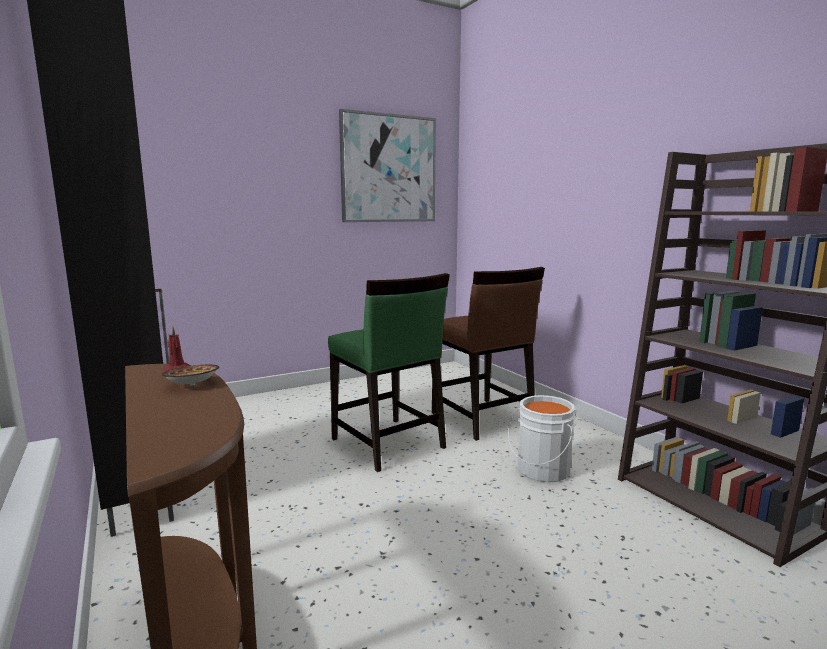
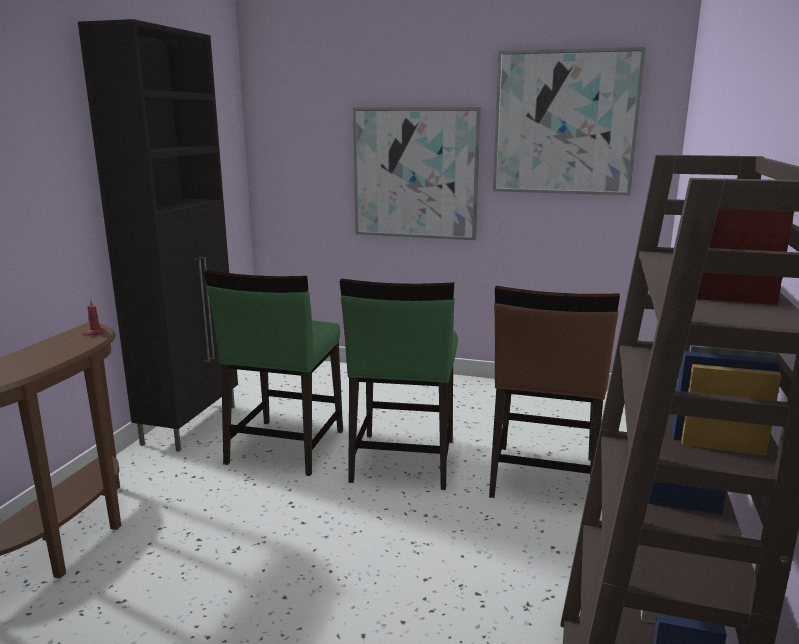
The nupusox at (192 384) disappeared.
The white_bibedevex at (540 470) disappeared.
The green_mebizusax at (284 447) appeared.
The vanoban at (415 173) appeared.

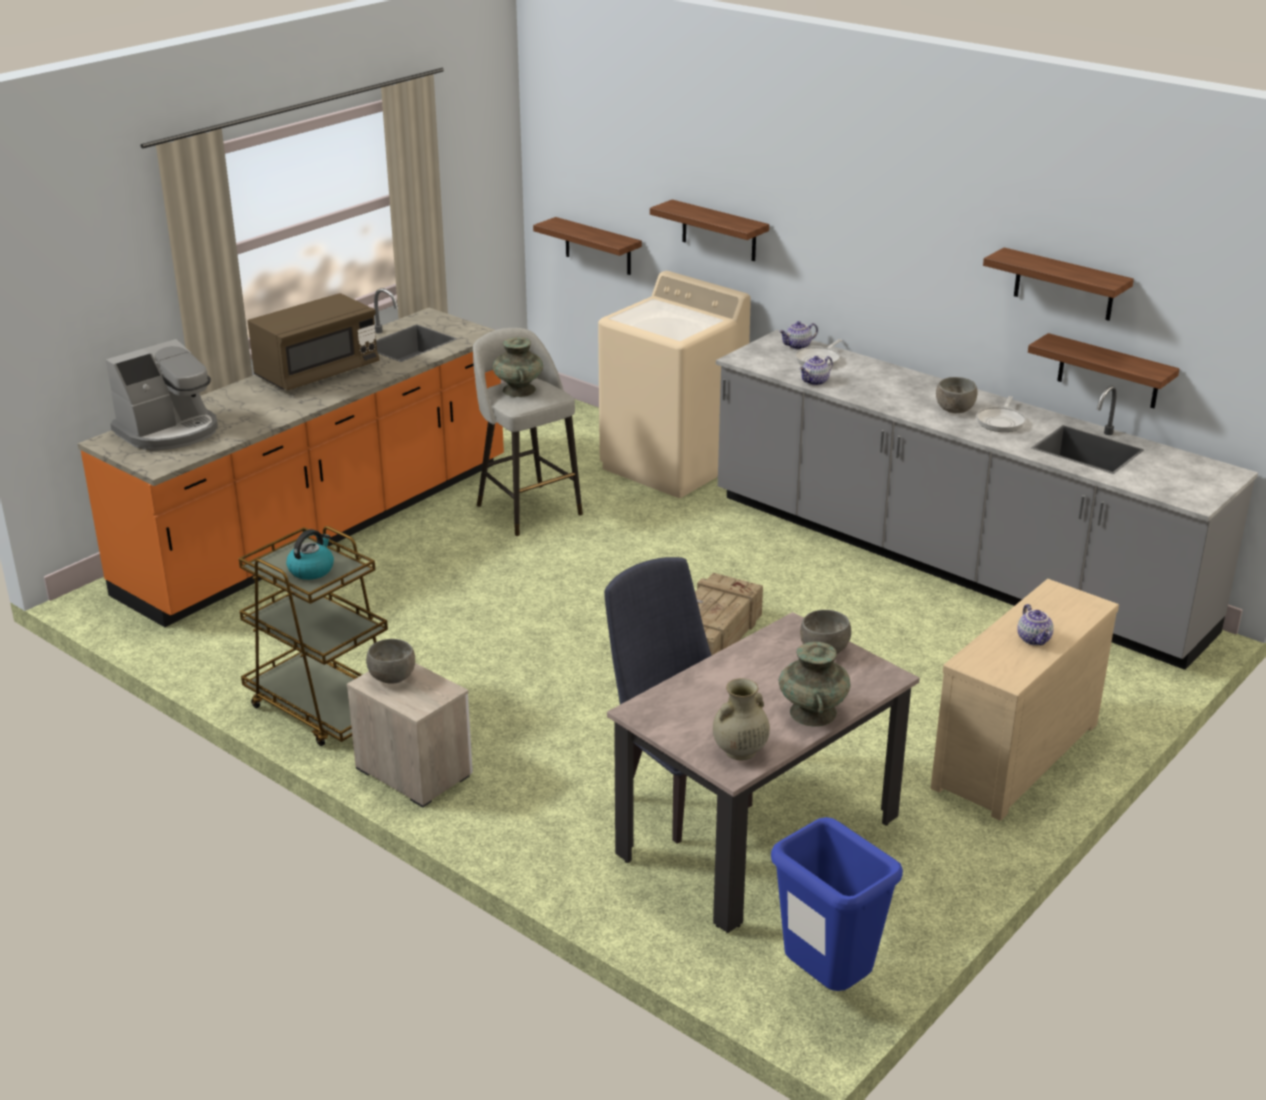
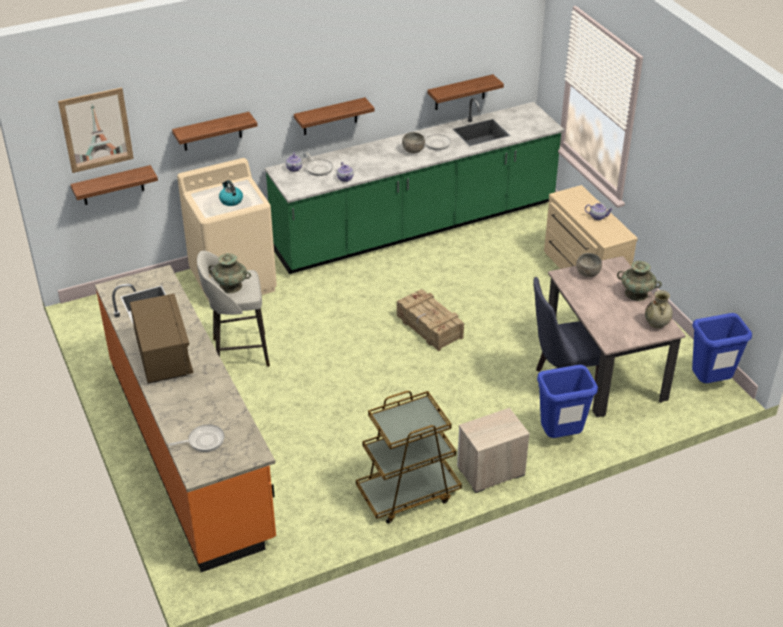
The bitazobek at (169 431) was replaced by the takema at (204 441).
The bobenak moved from (311 570) to (231 200).
The grey_nupusox at (393 678) disappeared.
The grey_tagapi at (950 564) became the green_tagapi at (416 227).
The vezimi moved from (1064 285) to (330 116).
The vanoban at (96 130) appeared.
The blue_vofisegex at (559 437) appeared.

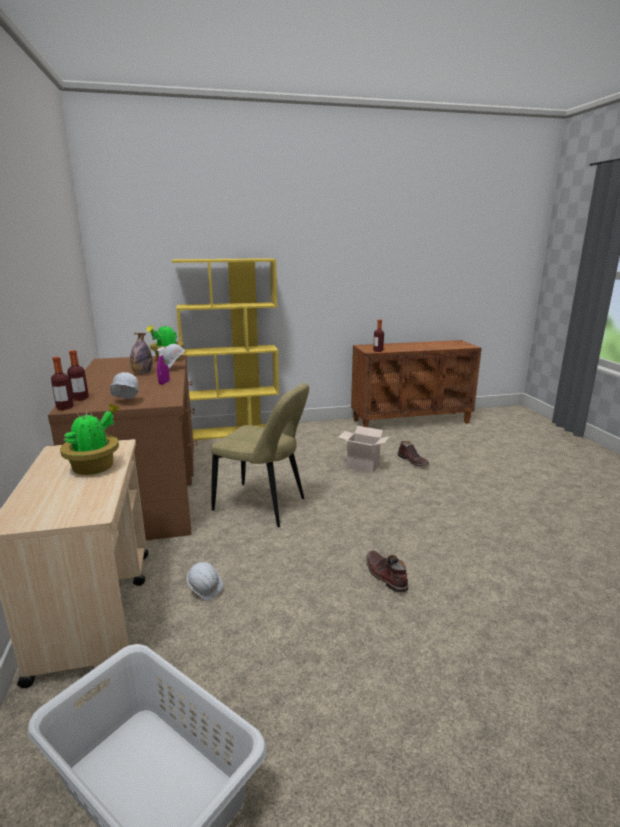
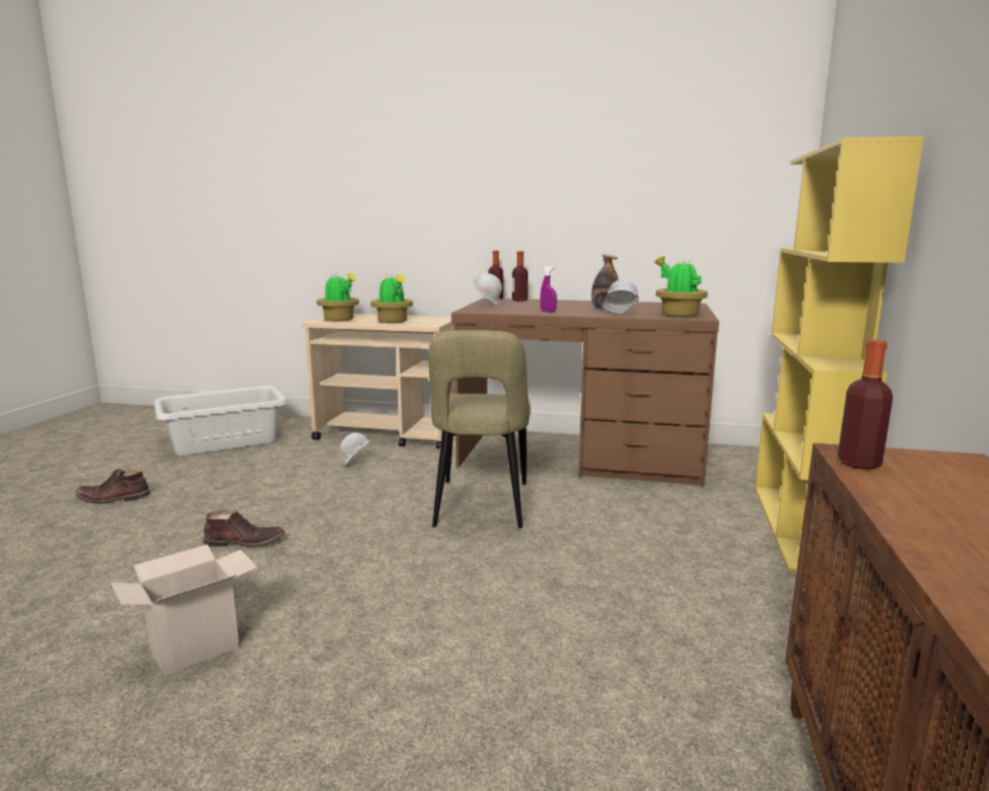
The beige_mebizusax at (263 505) turned 45 degrees counterclockwise.
The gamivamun moved from (361 466) to (197 646).
The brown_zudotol moved from (413 461) to (113 498).
The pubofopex at (340 320) appeared.

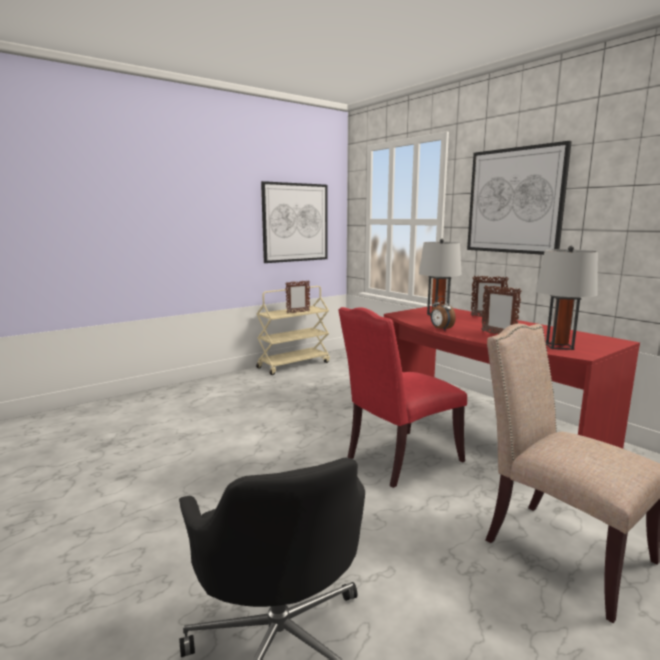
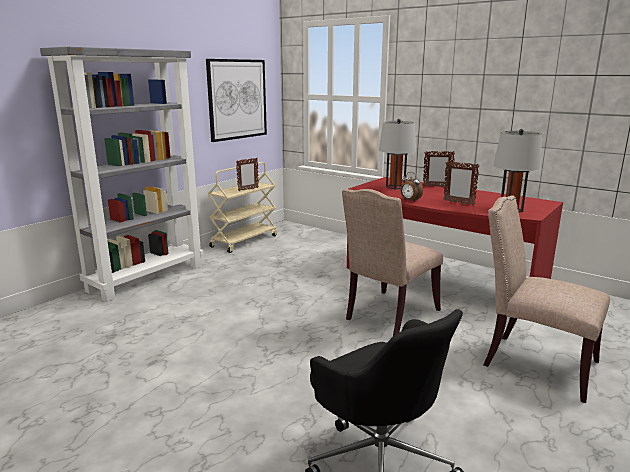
The red_mebizusax at (399 460) became the beige_mebizusax at (389 315).
The vanoban at (515 201) disappeared.
The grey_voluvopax at (147 277) appeared.

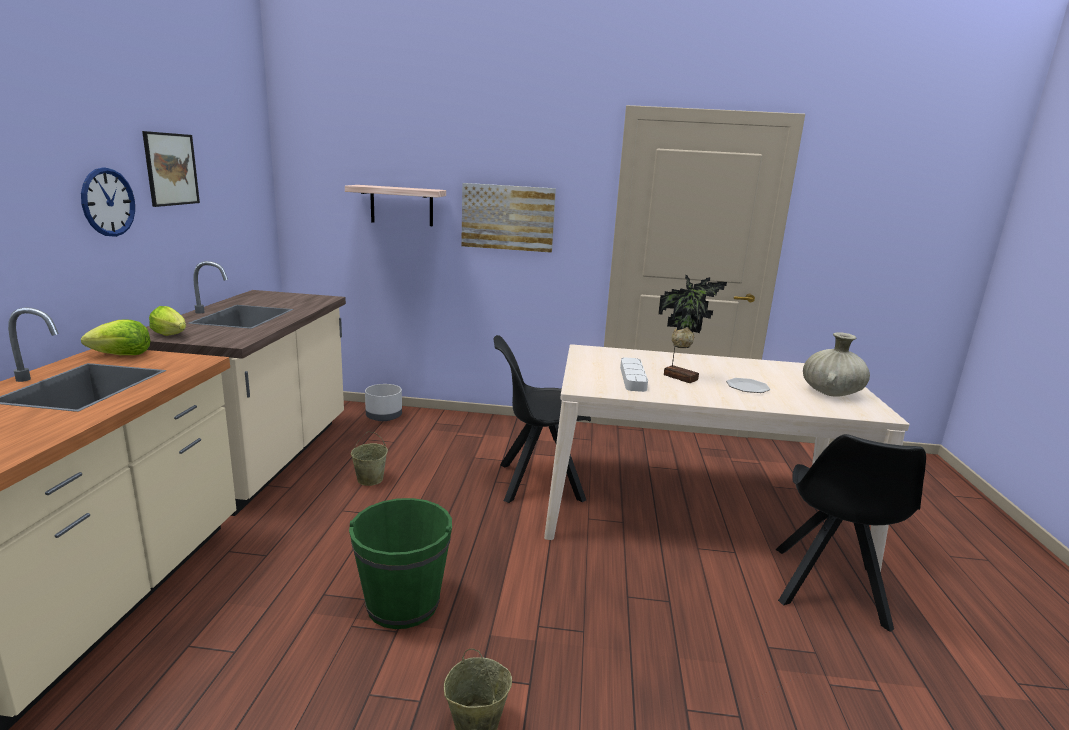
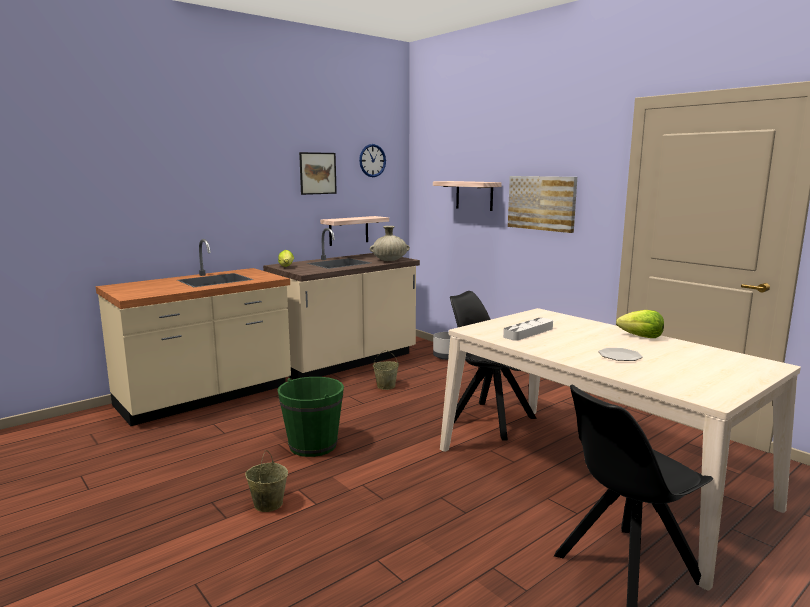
The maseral moved from (108 202) to (372 160).
The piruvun moved from (122 355) to (641 337).
The pubofopex at (681 377) disappeared.
The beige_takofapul moved from (831 393) to (389 260).
The vezimi at (348 230) appeared.

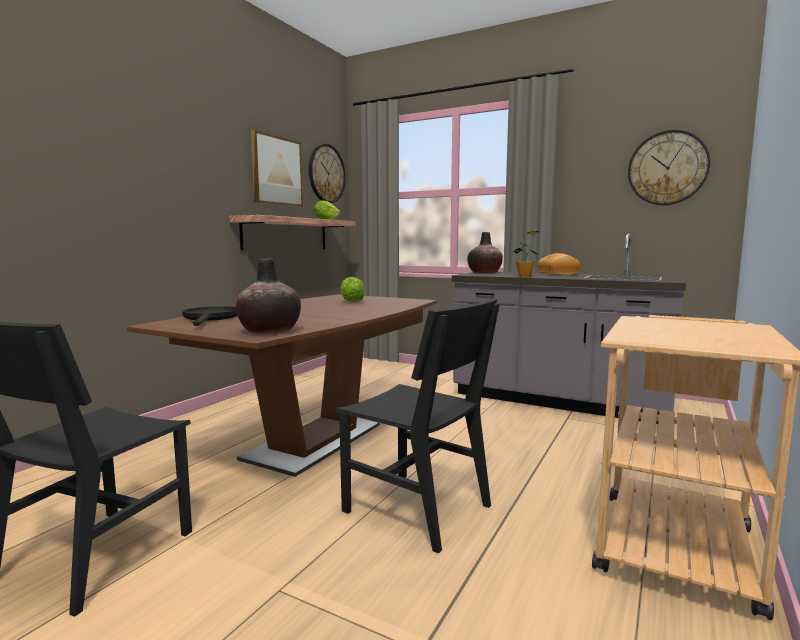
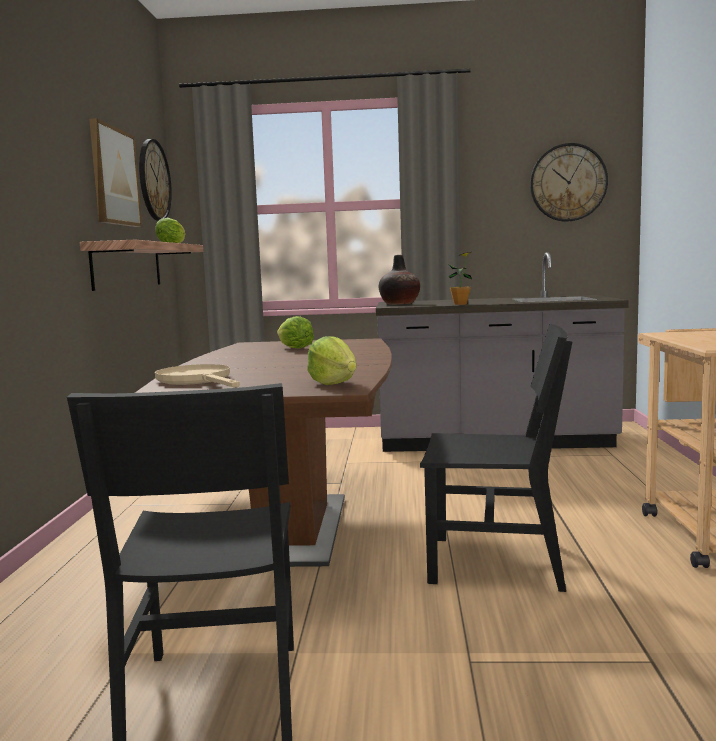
The black_takema at (210 318) became the beige_takema at (198 380).
The takofapul at (269 331) was replaced by the piruvun at (333 383).
The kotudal at (557 274) disappeared.

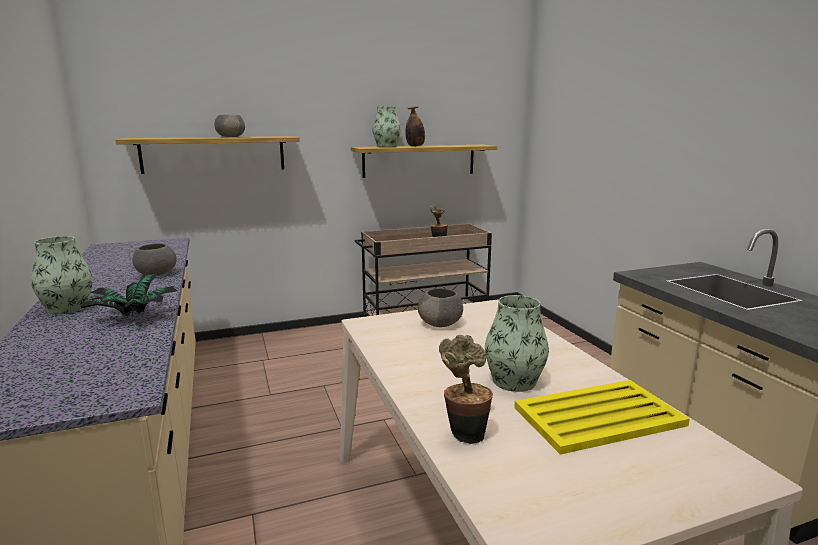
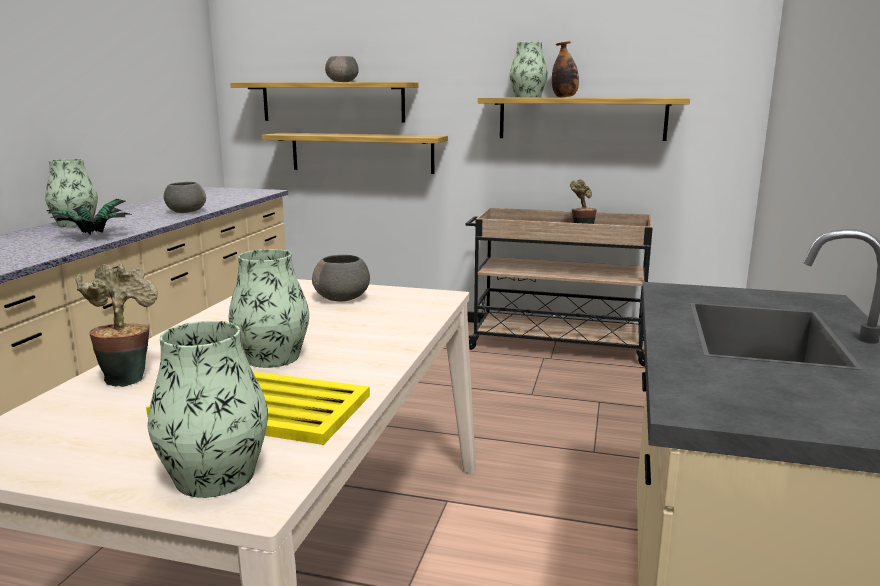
The takofapul at (215 476) appeared.
The vezimi at (362 152) appeared.

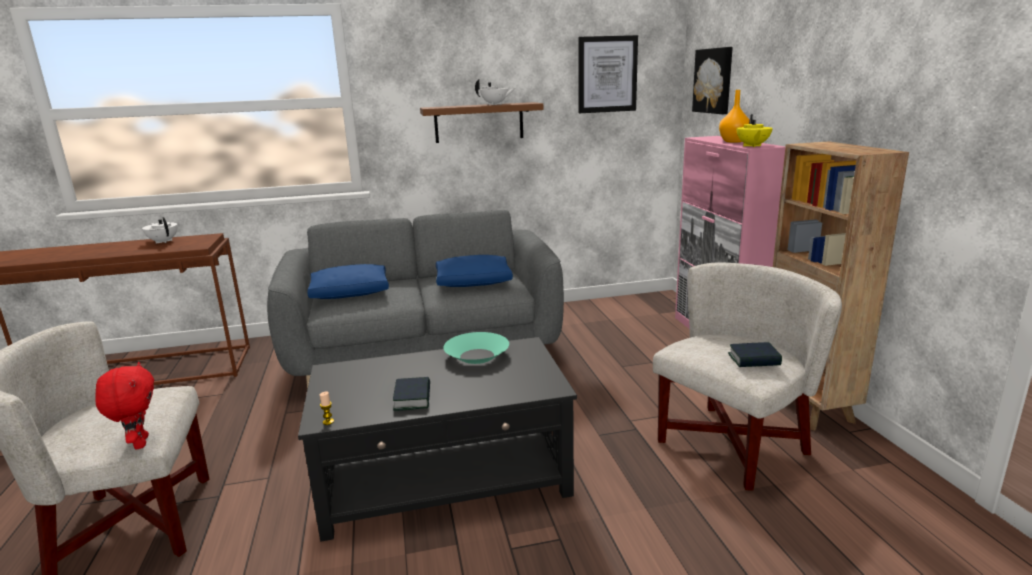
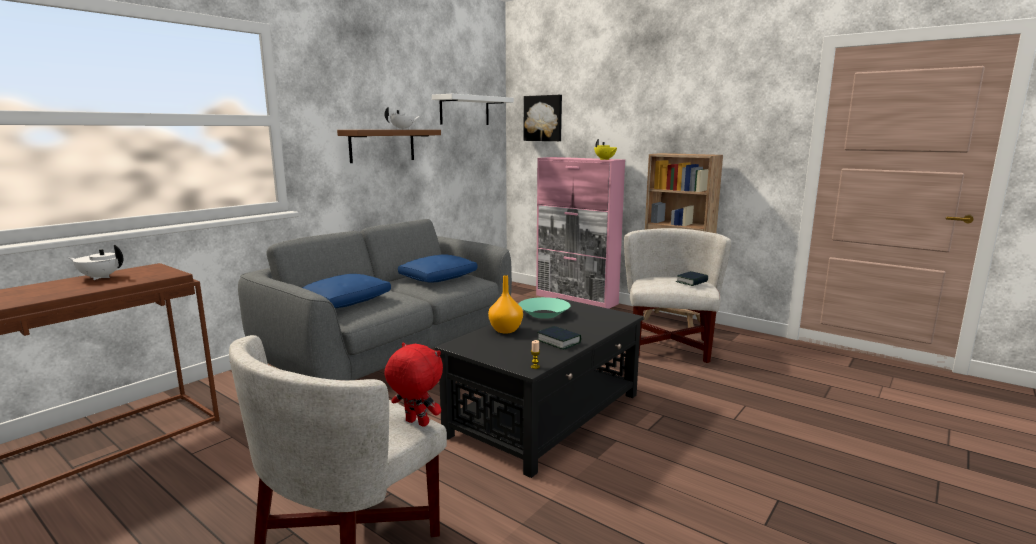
The vanoban at (607 74) was replaced by the white_vezimi at (464 110).
The orange_takofapul moved from (733 141) to (505 330).

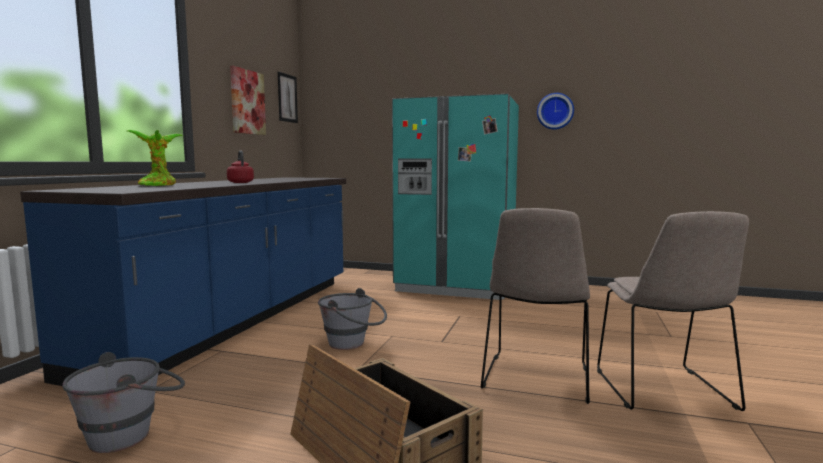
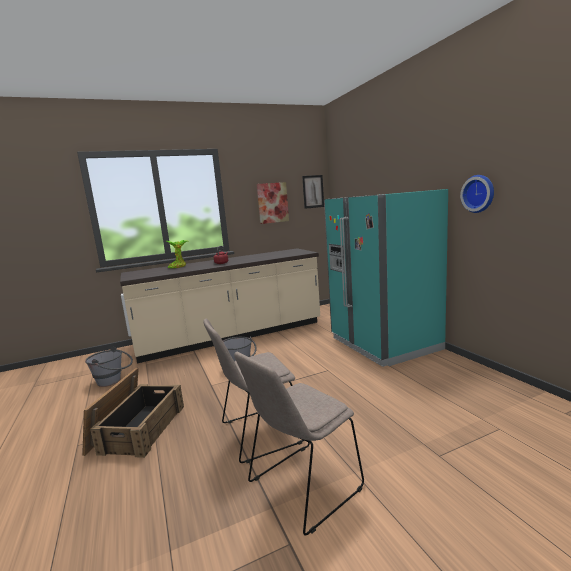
The blue_tagapi at (238 320) became the beige_tagapi at (232 336).

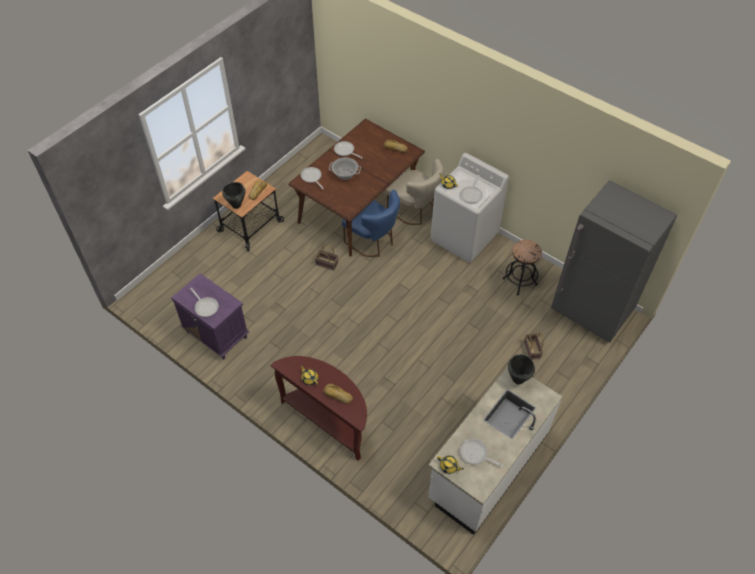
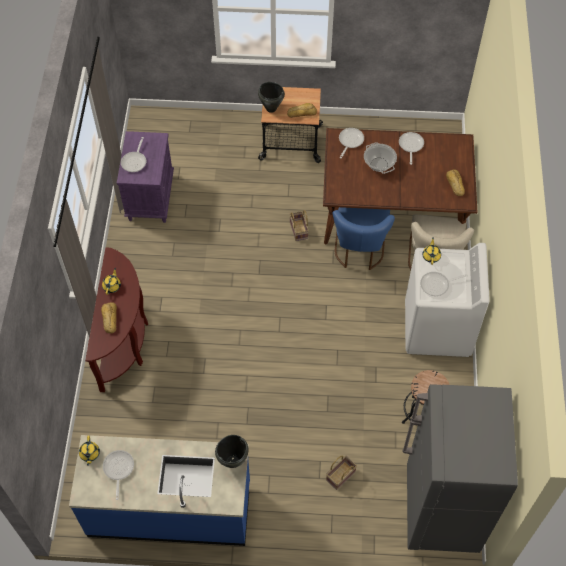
The white_tagapi at (487 466) became the blue_tagapi at (170 508).

